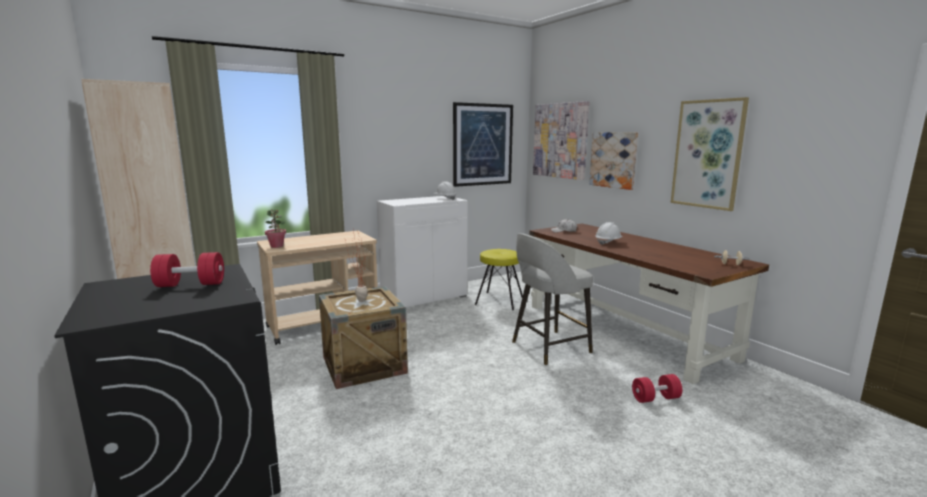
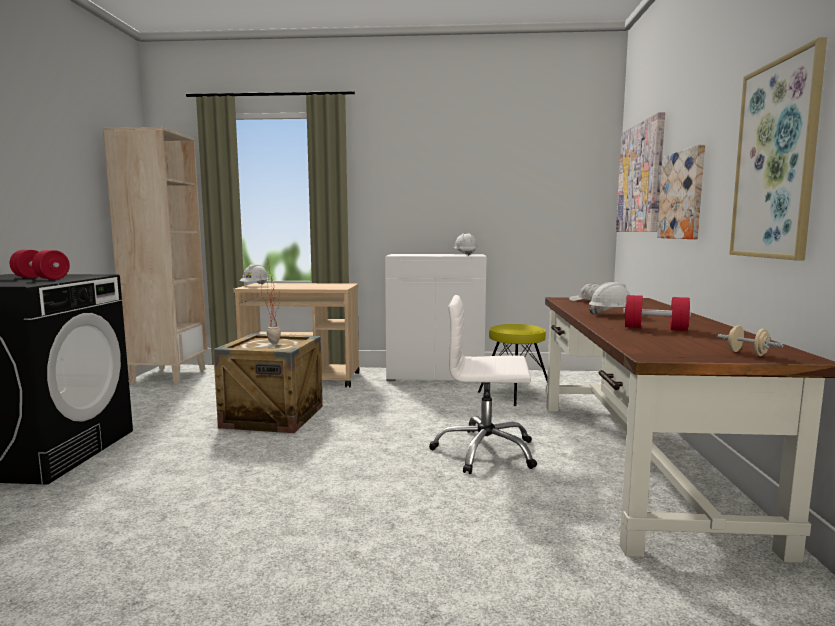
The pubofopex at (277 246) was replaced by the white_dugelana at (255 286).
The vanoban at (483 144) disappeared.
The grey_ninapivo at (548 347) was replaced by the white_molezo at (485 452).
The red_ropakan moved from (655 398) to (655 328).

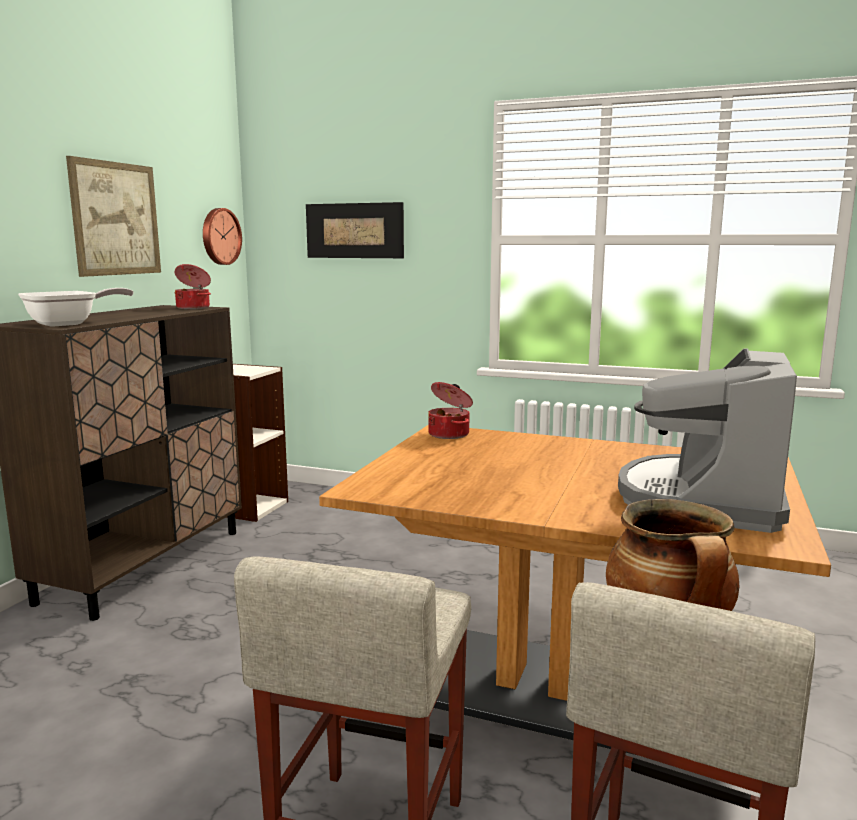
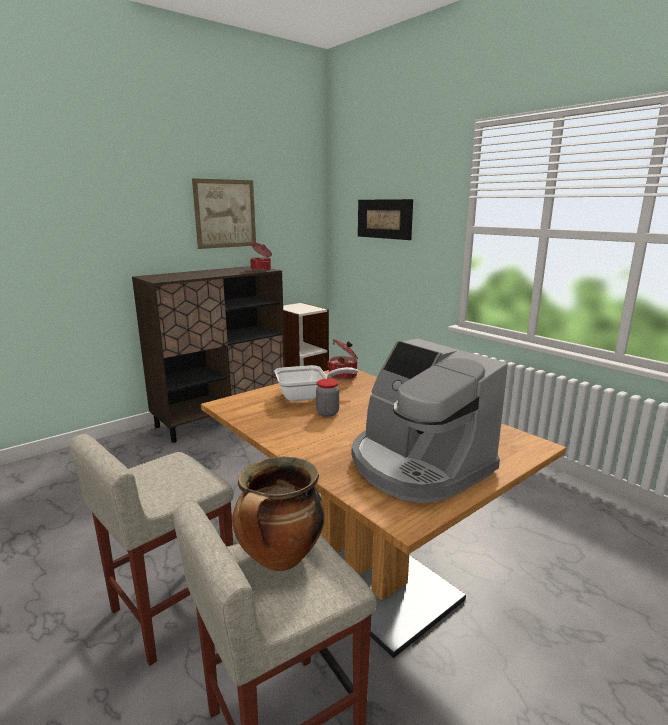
The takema moved from (69 324) to (307 396).
The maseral at (220 236) disappeared.
The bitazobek at (703 499) turned 90 degrees counterclockwise.
The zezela at (327 413) appeared.

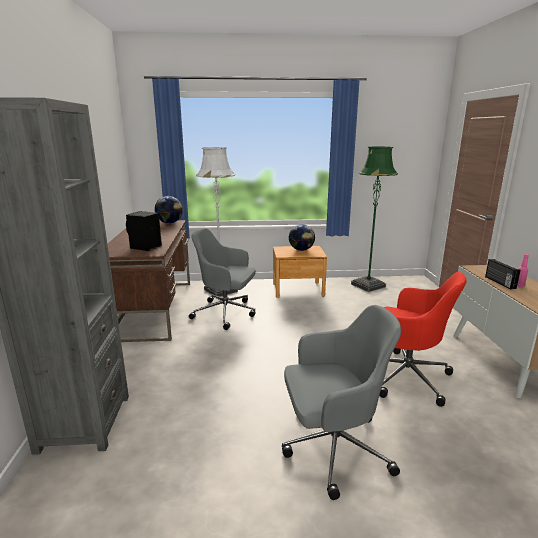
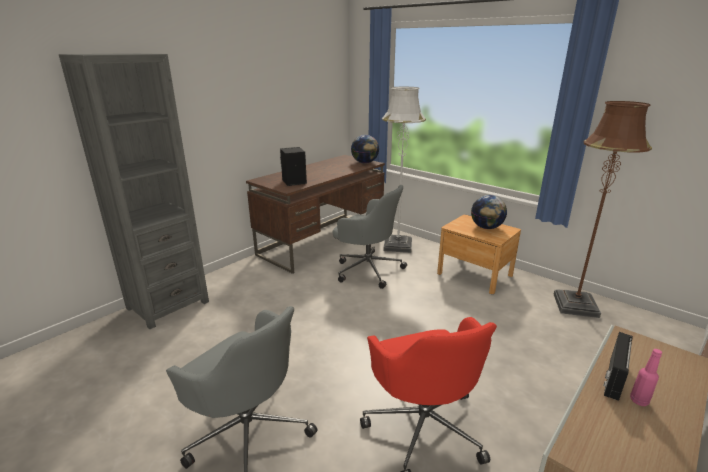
The grey_molezo at (226 313) turned 150 degrees clockwise.
The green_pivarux at (368 285) became the brown_pivarux at (575 305).

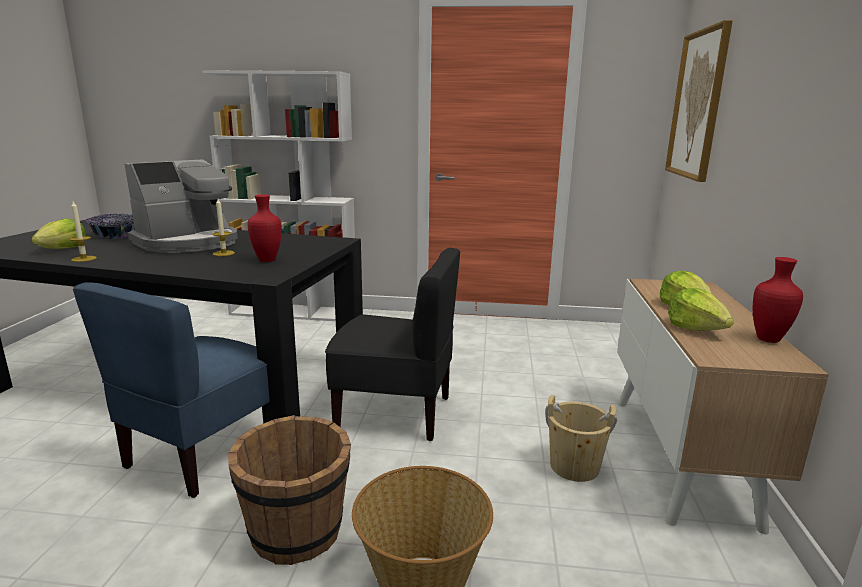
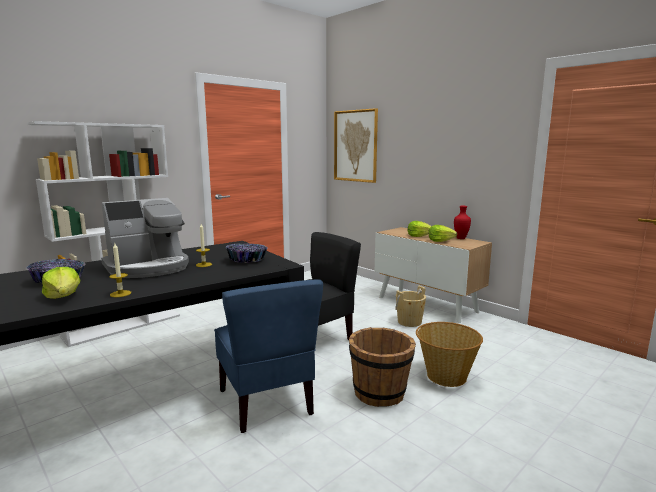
The bitazobek at (188 243) turned 60 degrees clockwise.
The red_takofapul at (267 260) was replaced by the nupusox at (247 260).

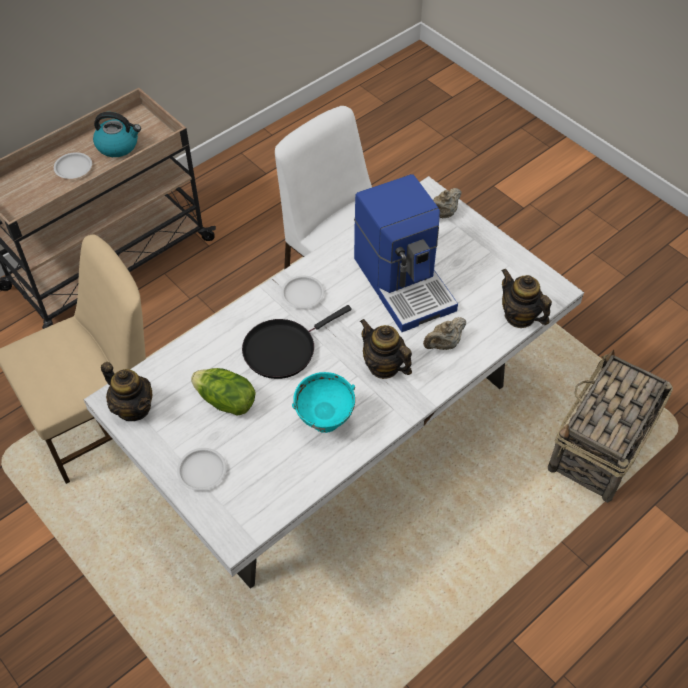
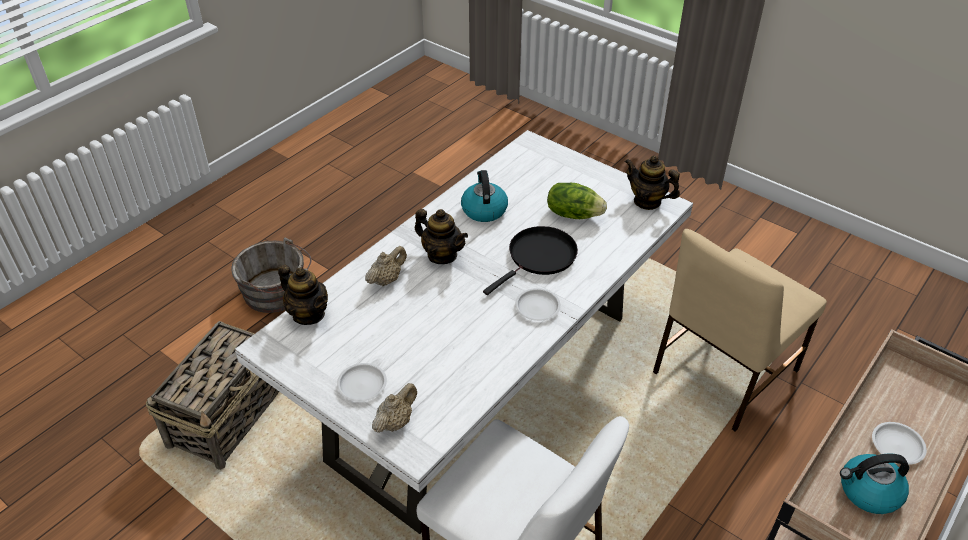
The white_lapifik moved from (202 471) to (362 385).
The turquoise_nupusox at (326 424) was replaced by the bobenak at (484 209).
The bitazobek at (405 282) disappeared.
The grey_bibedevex at (277 293) appeared.

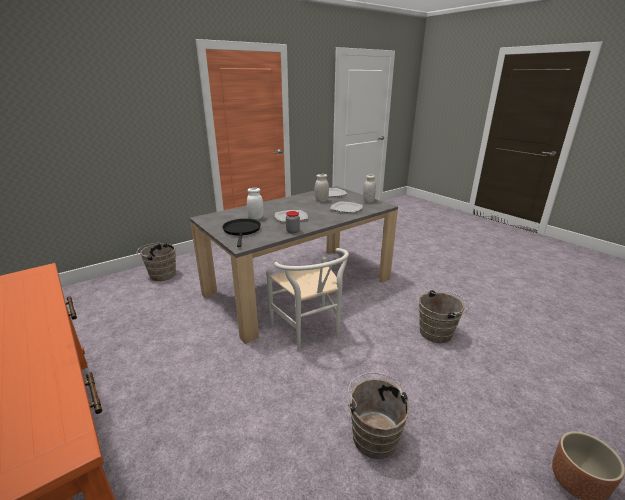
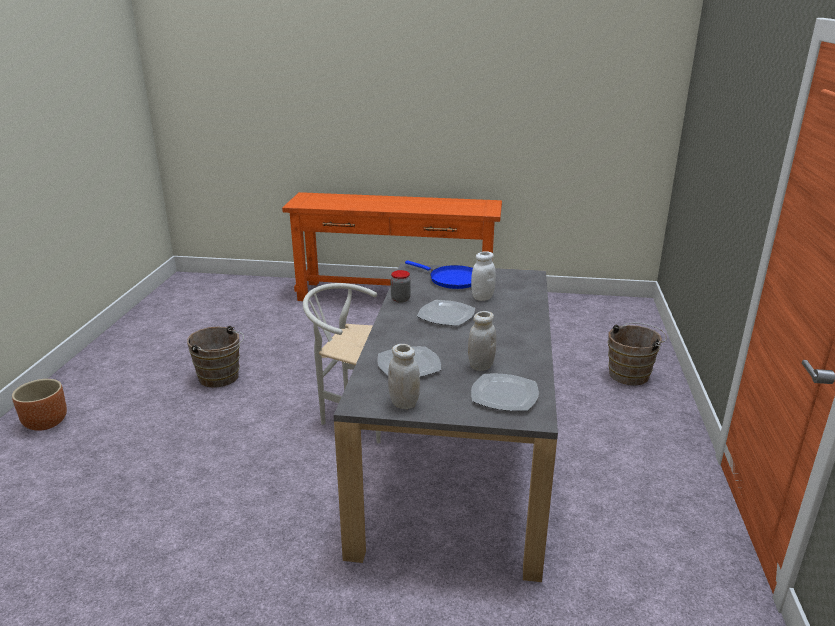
The black_takema at (242 230) became the blue_takema at (452 279).
The brown_bibedevex at (438 332) disappeared.

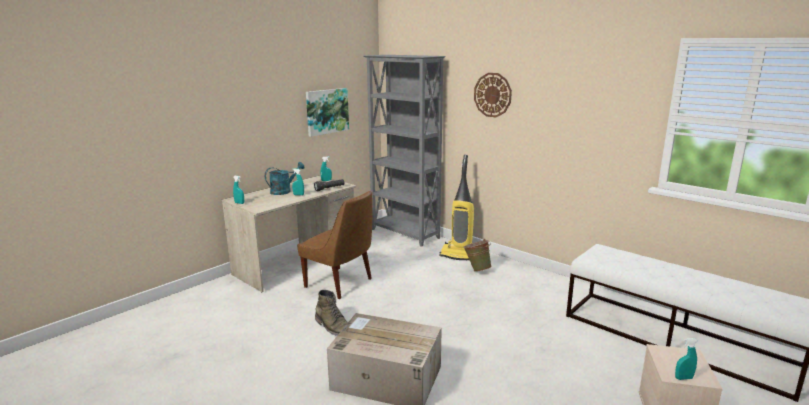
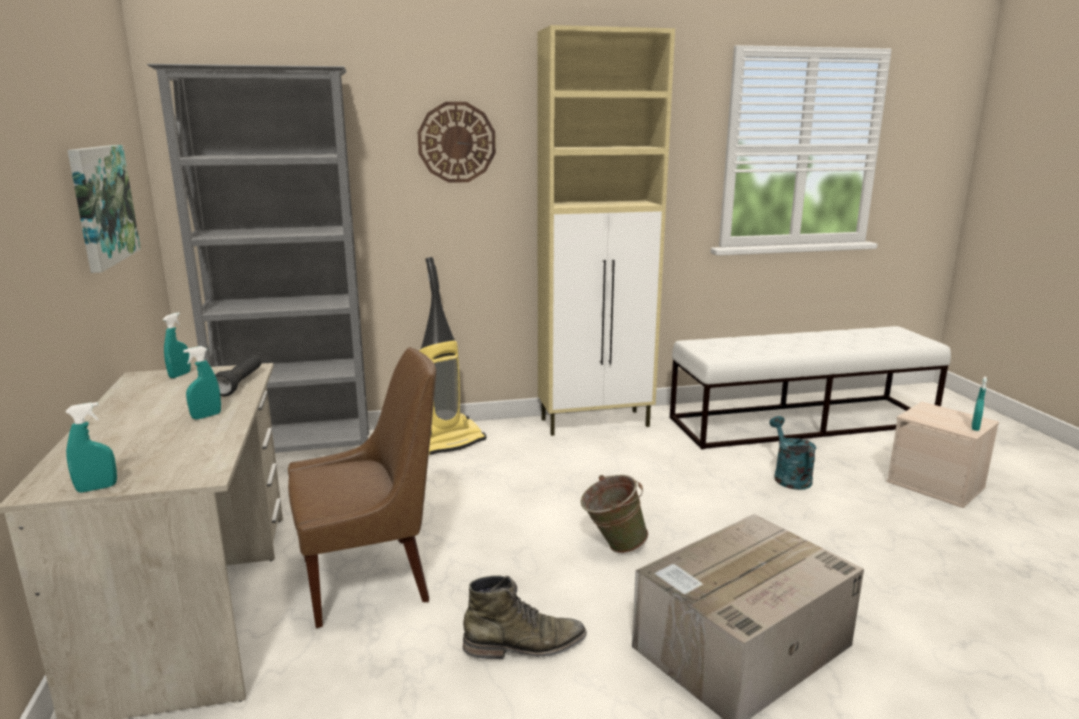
The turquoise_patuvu moved from (284 191) to (789 477).
The green_bibedevex moved from (477 269) to (612 546).
The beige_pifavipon at (596 422) appeared.

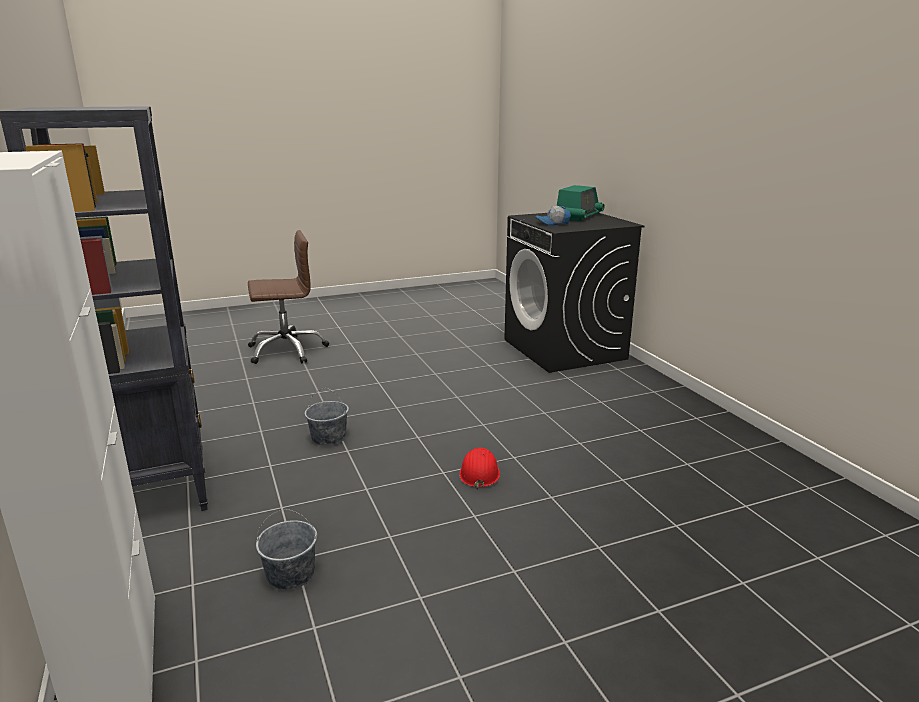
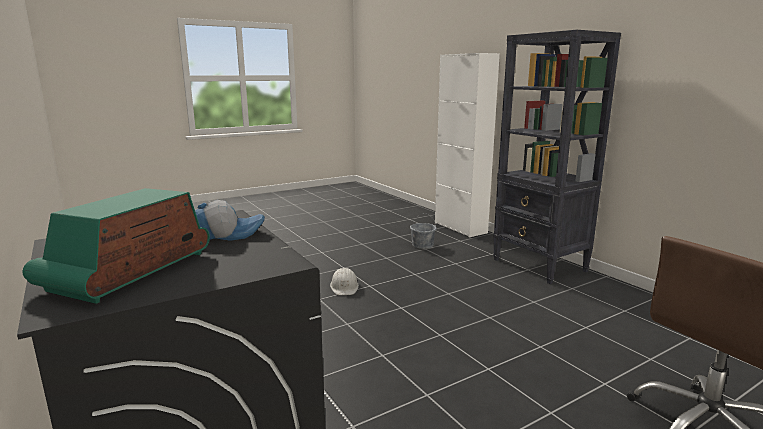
The grey_bibedevex at (328 438) disappeared.
The red_dugelana at (479 473) became the white_dugelana at (344 287).

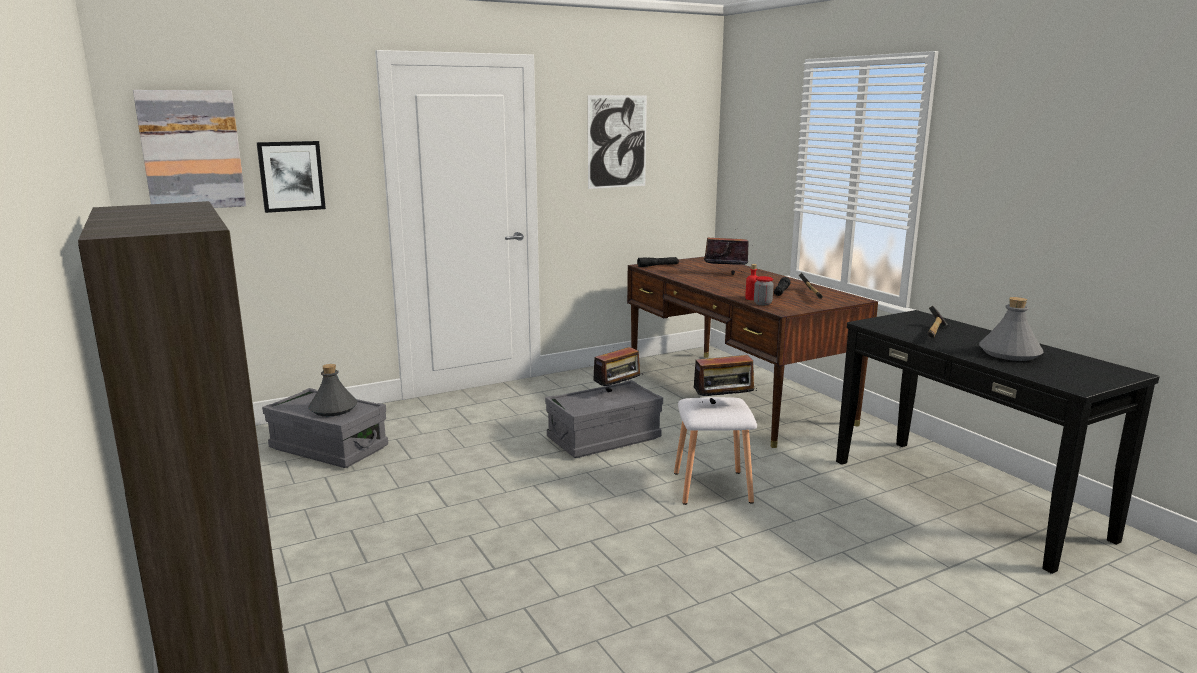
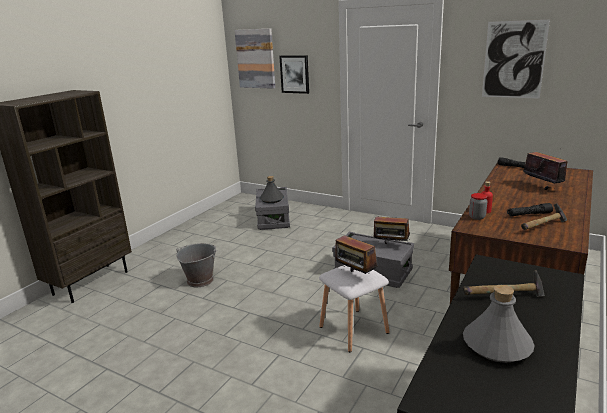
The grey_bibedevex at (200 280) appeared.

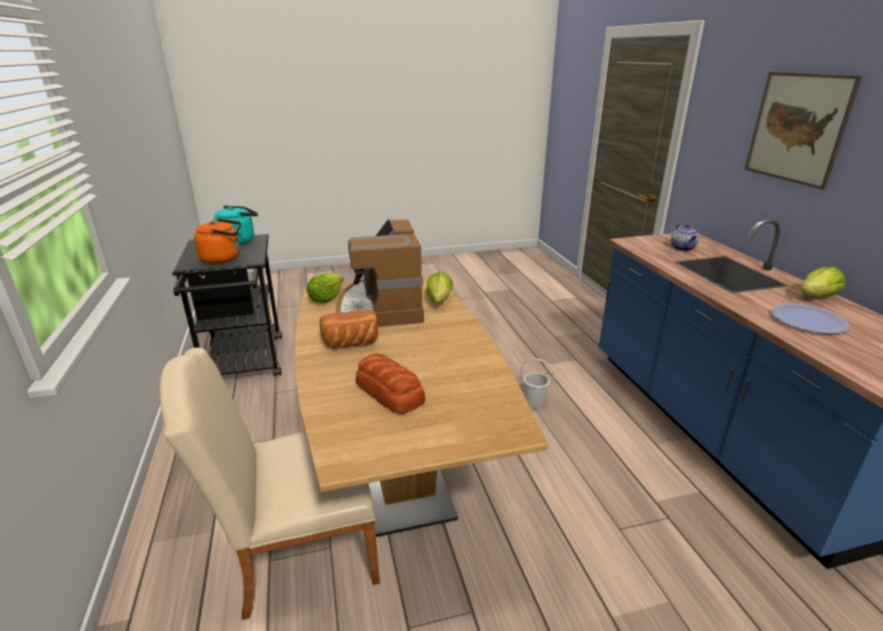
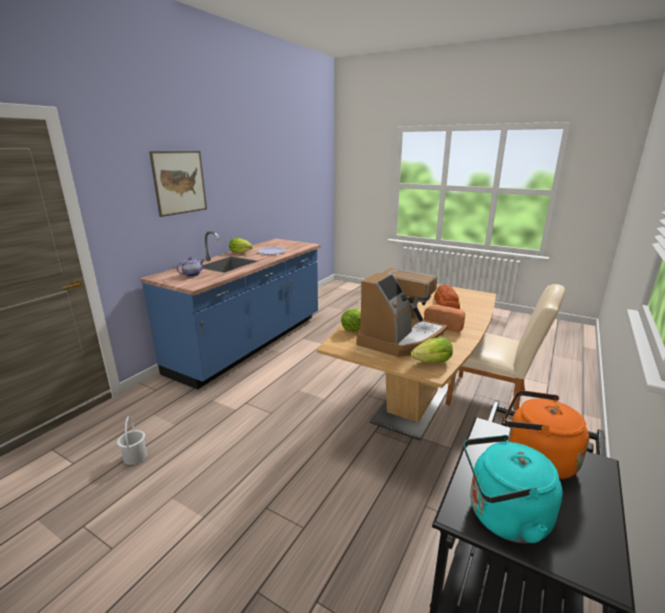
The white_bibedevex moved from (534 399) to (135 457).

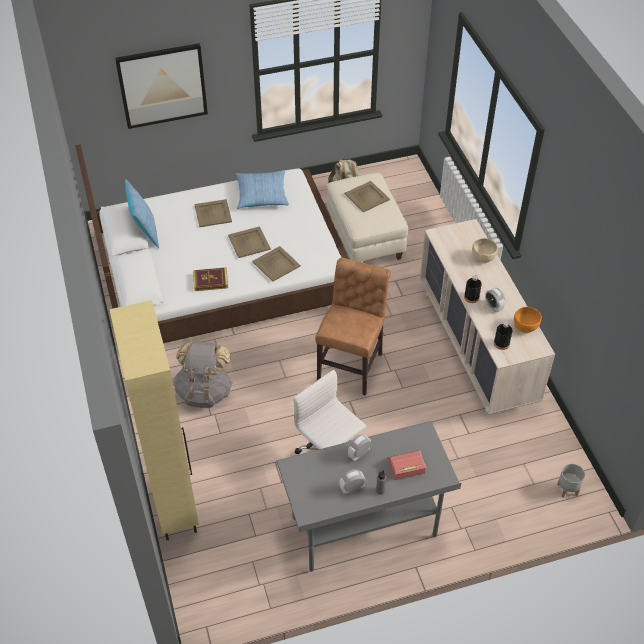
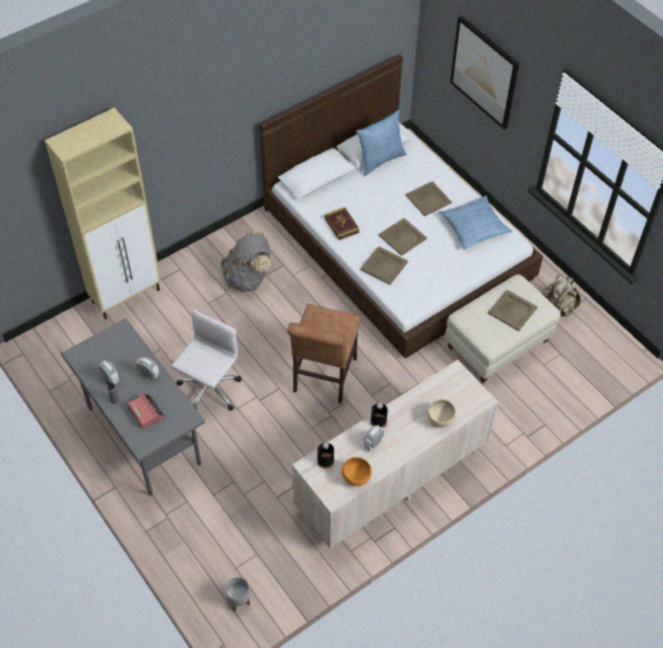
The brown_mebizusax at (351 364) turned 105 degrees clockwise.

